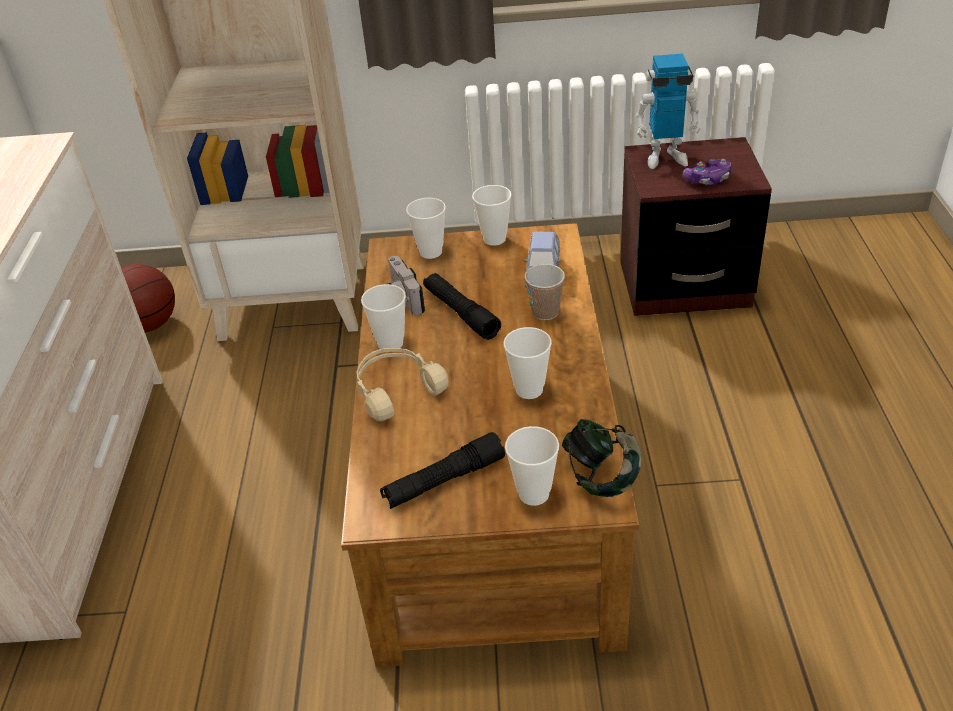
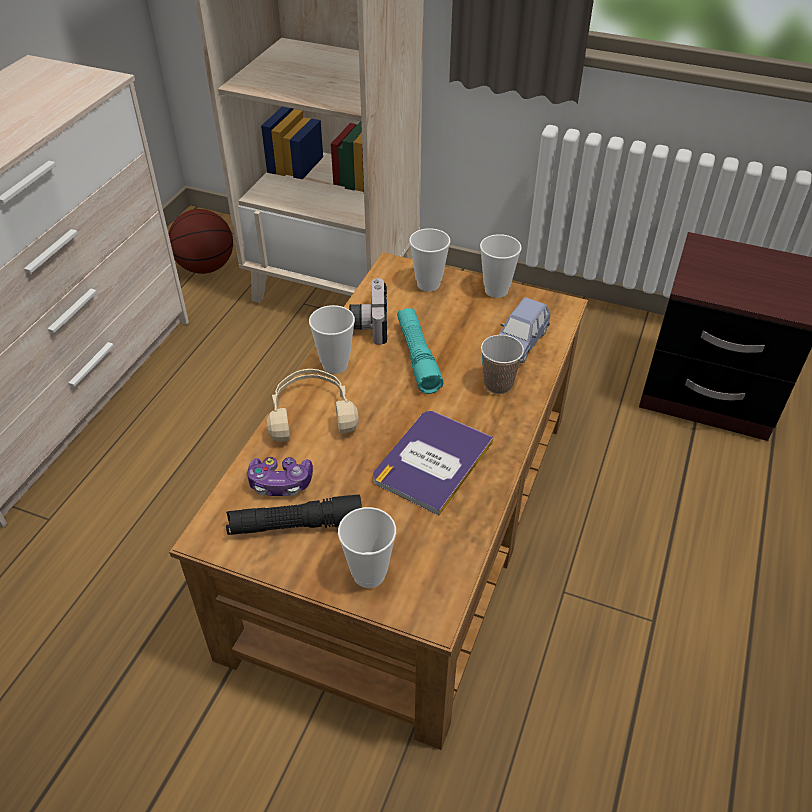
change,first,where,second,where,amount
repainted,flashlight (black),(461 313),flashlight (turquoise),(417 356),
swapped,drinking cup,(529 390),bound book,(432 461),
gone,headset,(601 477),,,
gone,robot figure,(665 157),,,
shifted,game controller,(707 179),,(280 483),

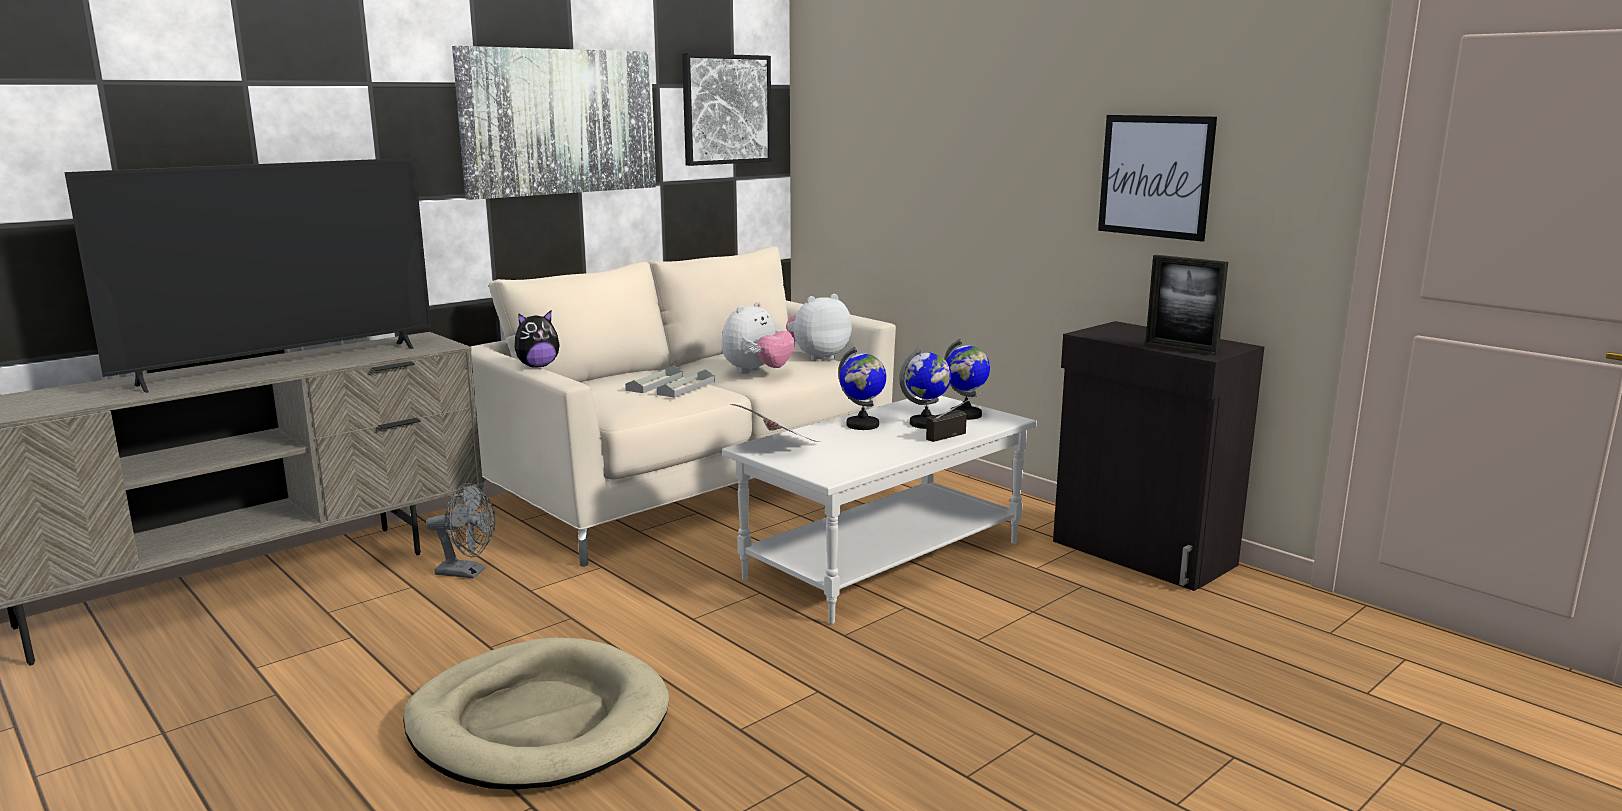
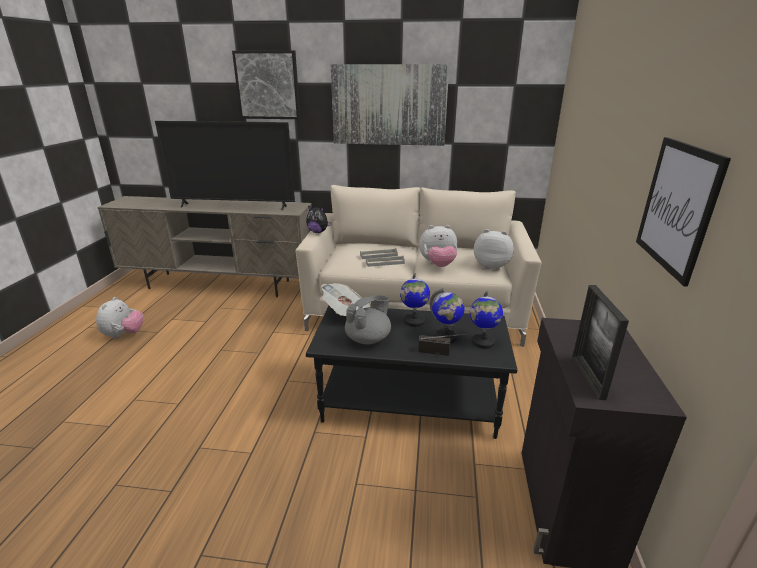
change,first,where,second,where,amount
gone,dog cushion (beige),(539 722),,,
gone,cooling fan (greyish),(467 572),,,
shifted,picture,(726 109),,(267 85),
repainted,low table (white),(883 559),low table (black),(410 401),
new,,,plush toy,(124 335),
new,,,teapot (greyish),(368 339),

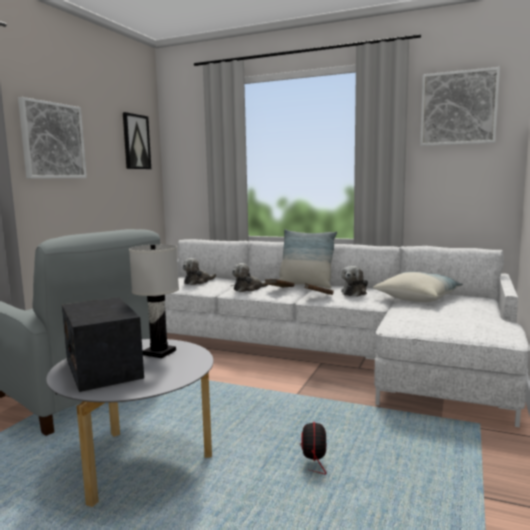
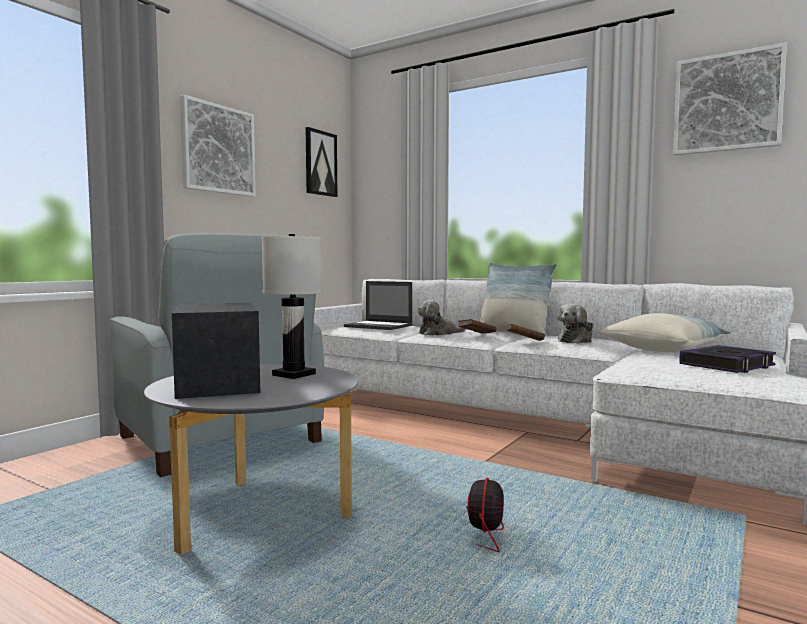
change,first,where,second,where,amount
swapped,plush toy,(198 282),notebook computer,(379 326),
new,,,bound book,(727 365),

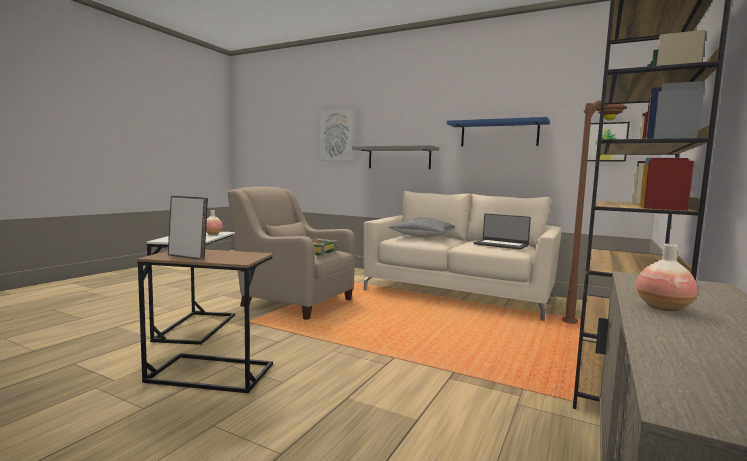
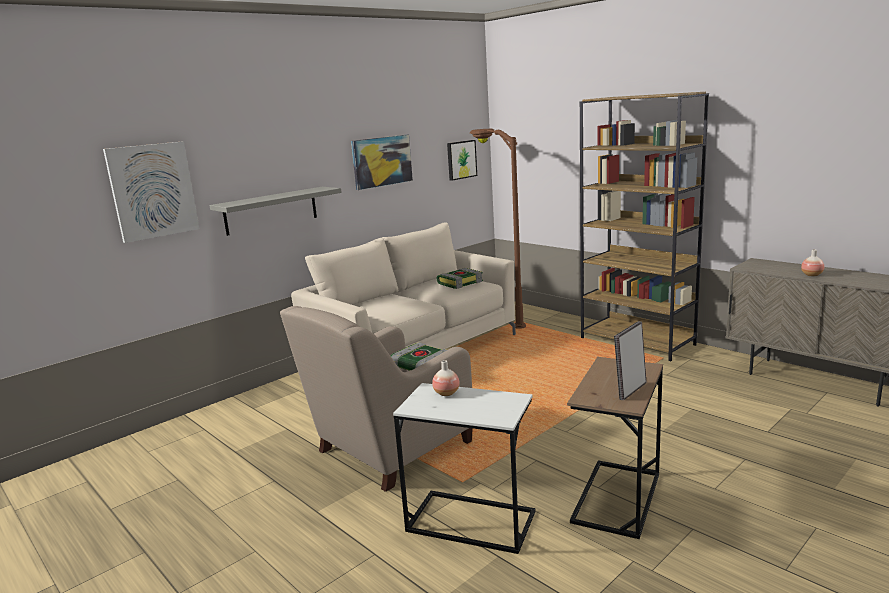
change,first,where,second,where,amount
gone,pillow (greyish),(423 236),,,
swapped,bracket shelf (bluish),(499 134),picture,(382 161),
swapped,notebook computer,(501 245),bound book,(460 283),

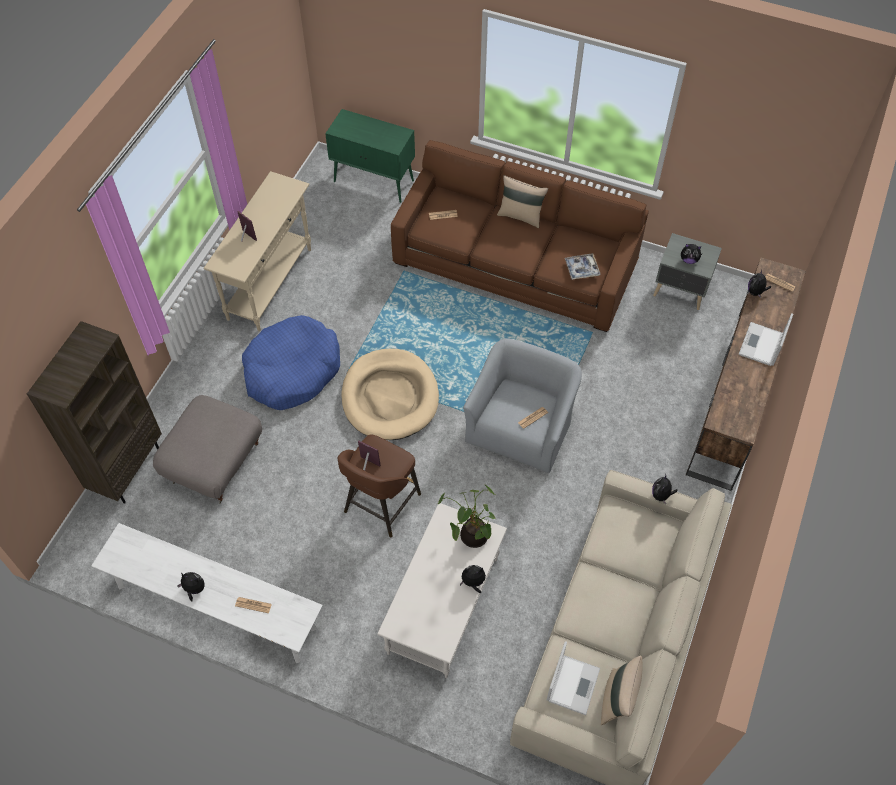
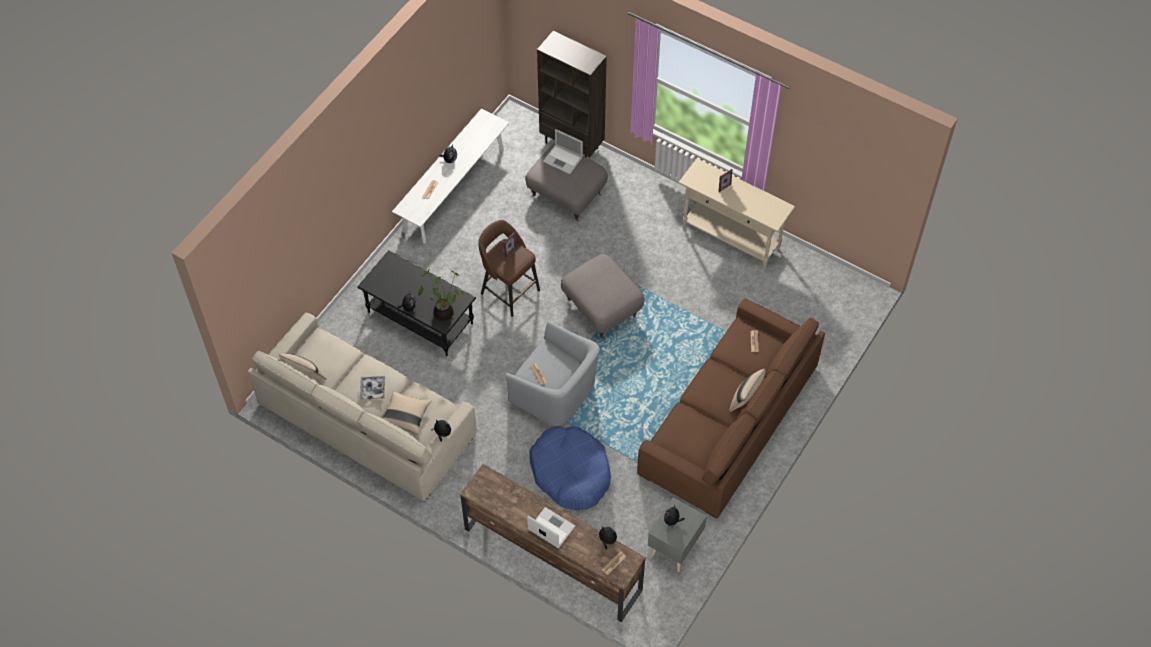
change,first,where,second,where,amount
shifted,dog cushion (bluish),(292 371),,(571 473),
gone,storage cabinet (green),(374 181),,,
swapped,dog cushion (beige),(390 397),pouffe (greyish),(602 308),
repainted,low table (white),(444 606),low table (black),(419 318),
shifted,notebook computer,(573 683),,(563 159),
shifted,carrying tray,(581 269),,(372 389),
new,,,pillow (beige),(406 417),

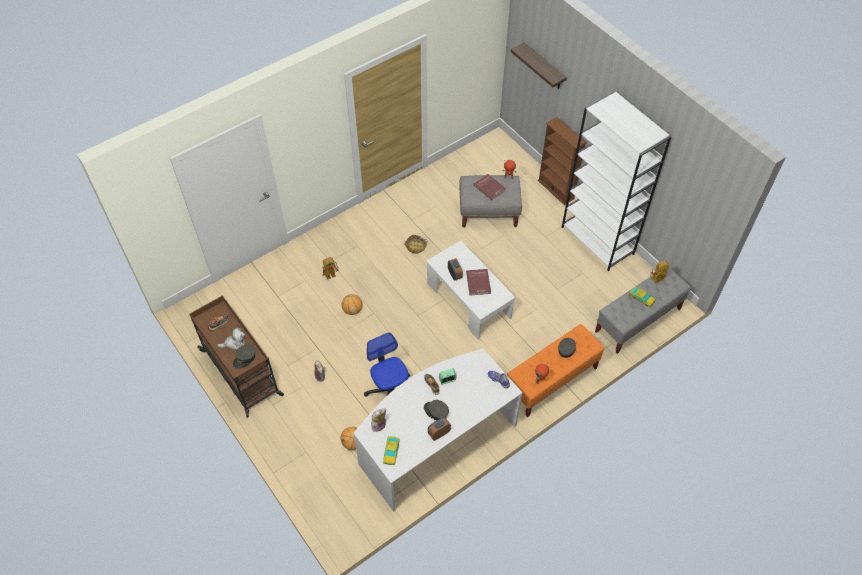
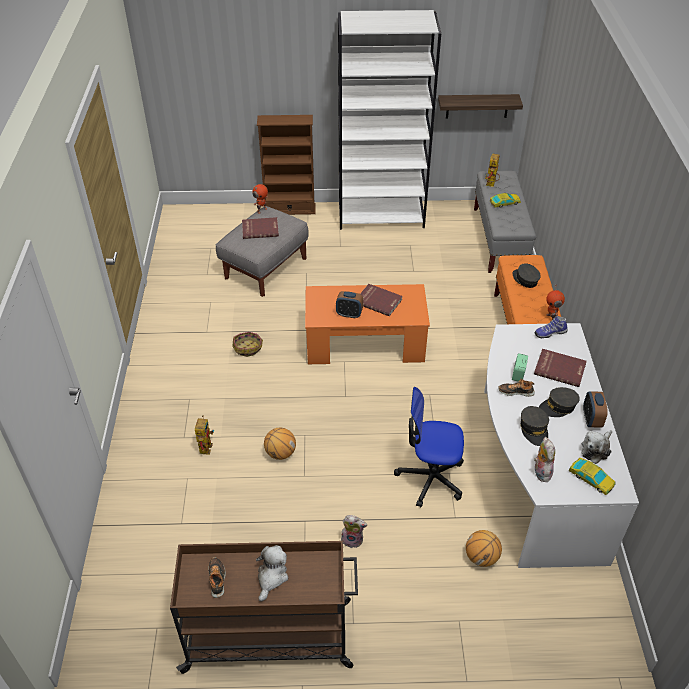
change,first,where,second,where,amount
shifted,peaked cap (greyish),(245 358),,(534 429),
repainted,low table (white),(468 300),low table (orange),(365 342),
shifted,bracket shelf,(544 67),,(477 106),
new,,,bound book (red),(560 369),
new,,,plush toy,(596 449),

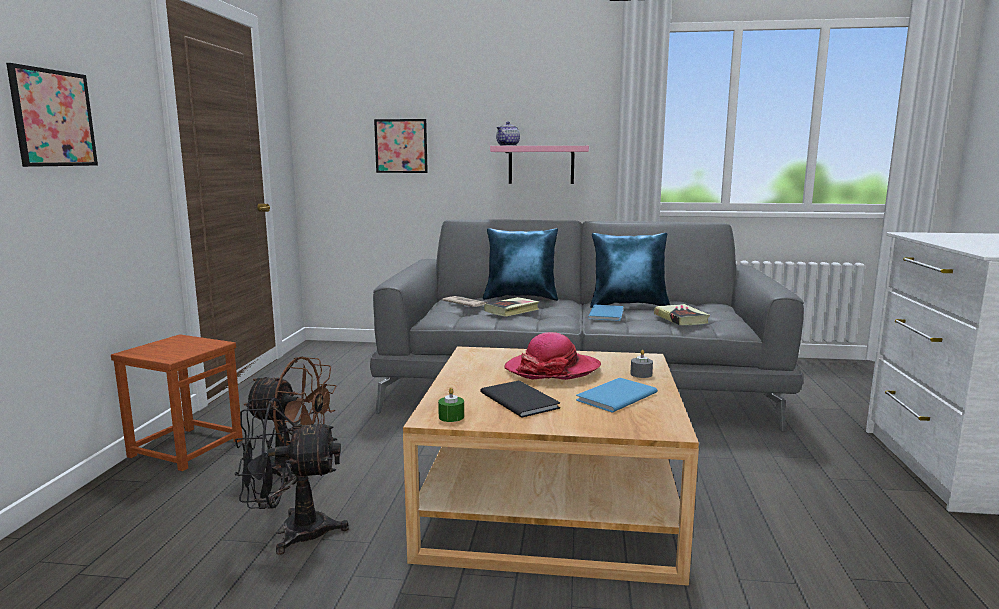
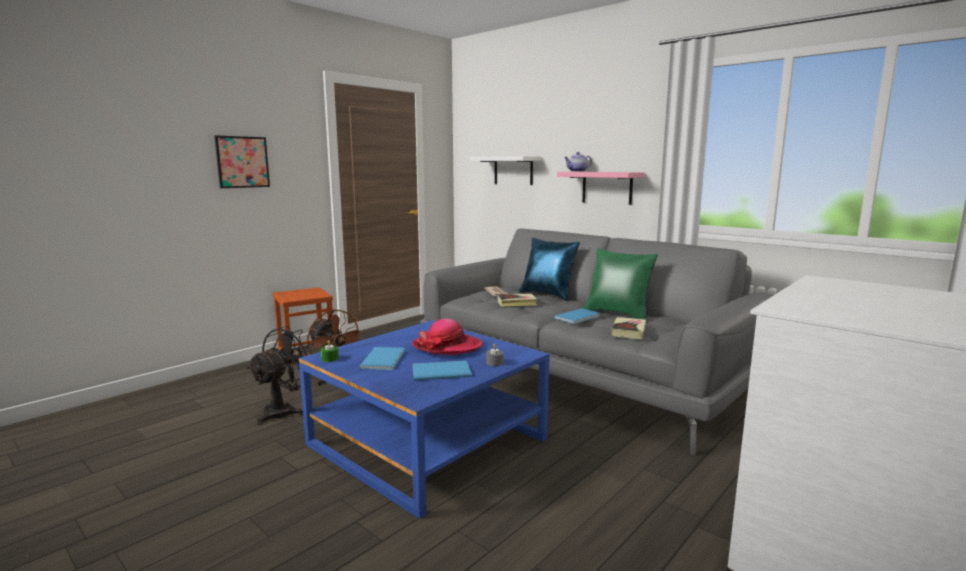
change,first,where,second,where,amount
rotated,cooling fan (black),(292 533),,(284 411),90 degrees clockwise
swapped,picture,(401 146),bracket shelf (white),(513 170),
repainted,low table (beige),(551 502),low table (bluish),(427 442),
repainted,bound book (black),(520 399),bound book (bluish),(385 359),
repainted,pillow (bluish),(628 305),pillow (green),(618 314),

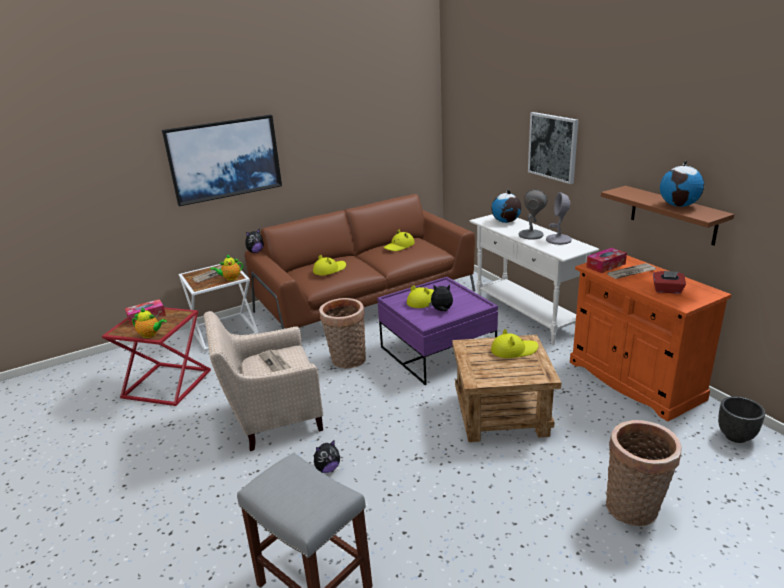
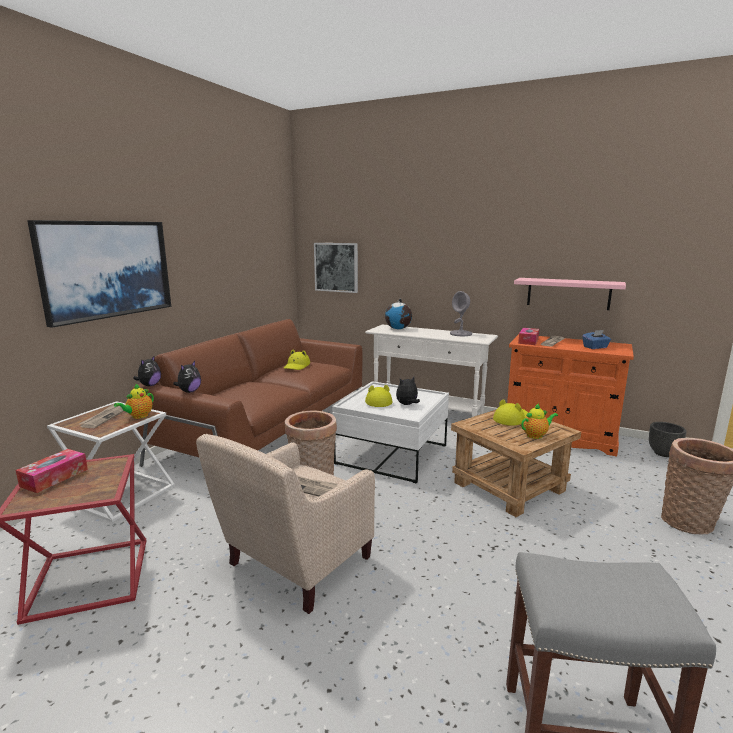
change,first,where,second,where,amount
shifted,teapot,(151 335),,(536 435),
gone,clothing hat (yellowish),(329 270),,,
shifted,plush toy,(327 468),,(189 391),
repainted,low table (purplish),(437 352),low table (white),(391 454),
gone,lamp for a table (greyish),(530 235),,,
shifted,picture,(553 147),,(336 267),
repainted,bracket shelf (brown),(673 215),bracket shelf (pink),(568 293),
repainted,box of tissues (red),(667 290),box of tissues (bluish),(595 347),
gone,world globe,(679 205),,,

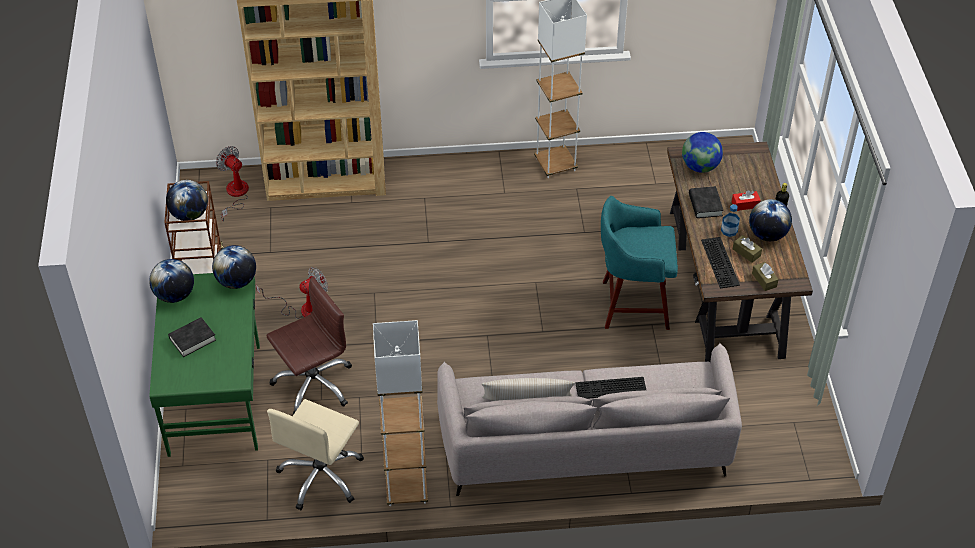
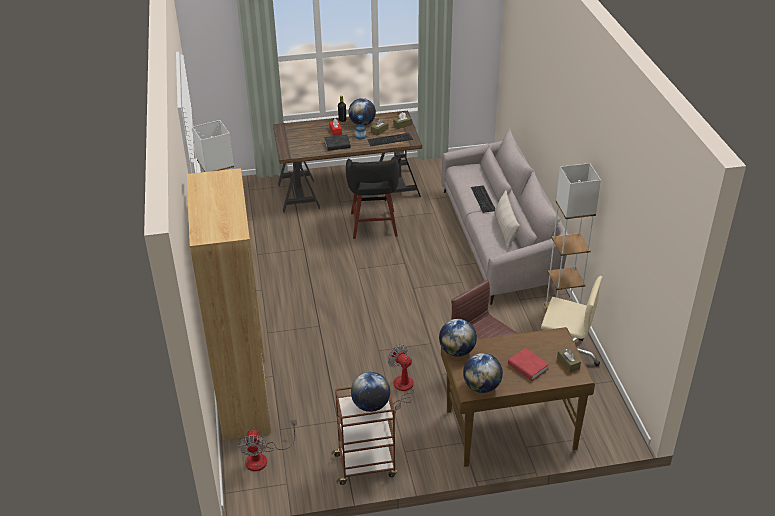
change,first,where,second,where,amount
repainted,desk table (green),(216 398),desk table (brown),(509 429),
repainted,bound book (black),(192 339),bound book (red),(527 367),
rotated,cooling fan,(235 195),,(263 458),45 degrees counterclockwise
repainted,stool seat (turquoise),(632 305),stool seat (black),(373 225),
gone,world globe,(700 166),,,
new,,,box of tissues (brown),(568 363),

